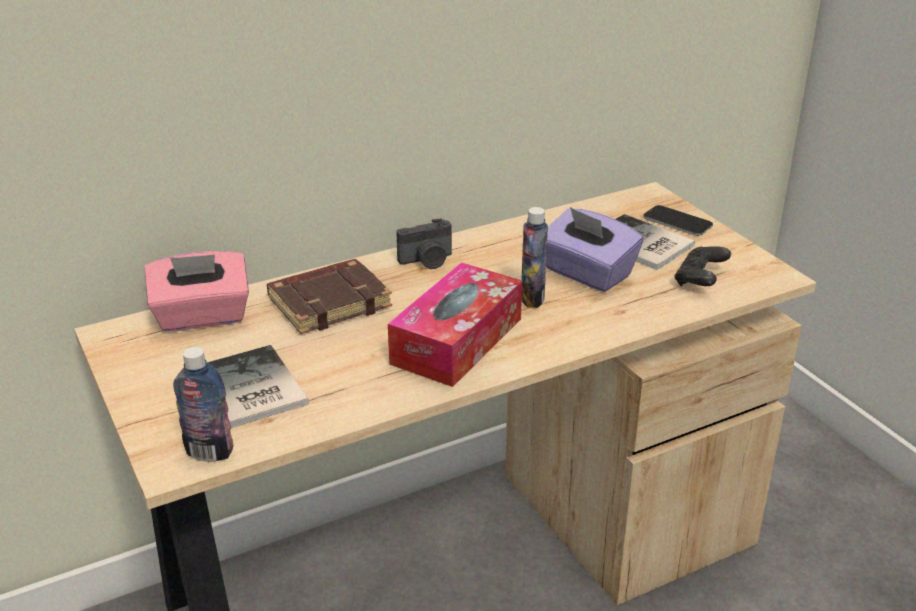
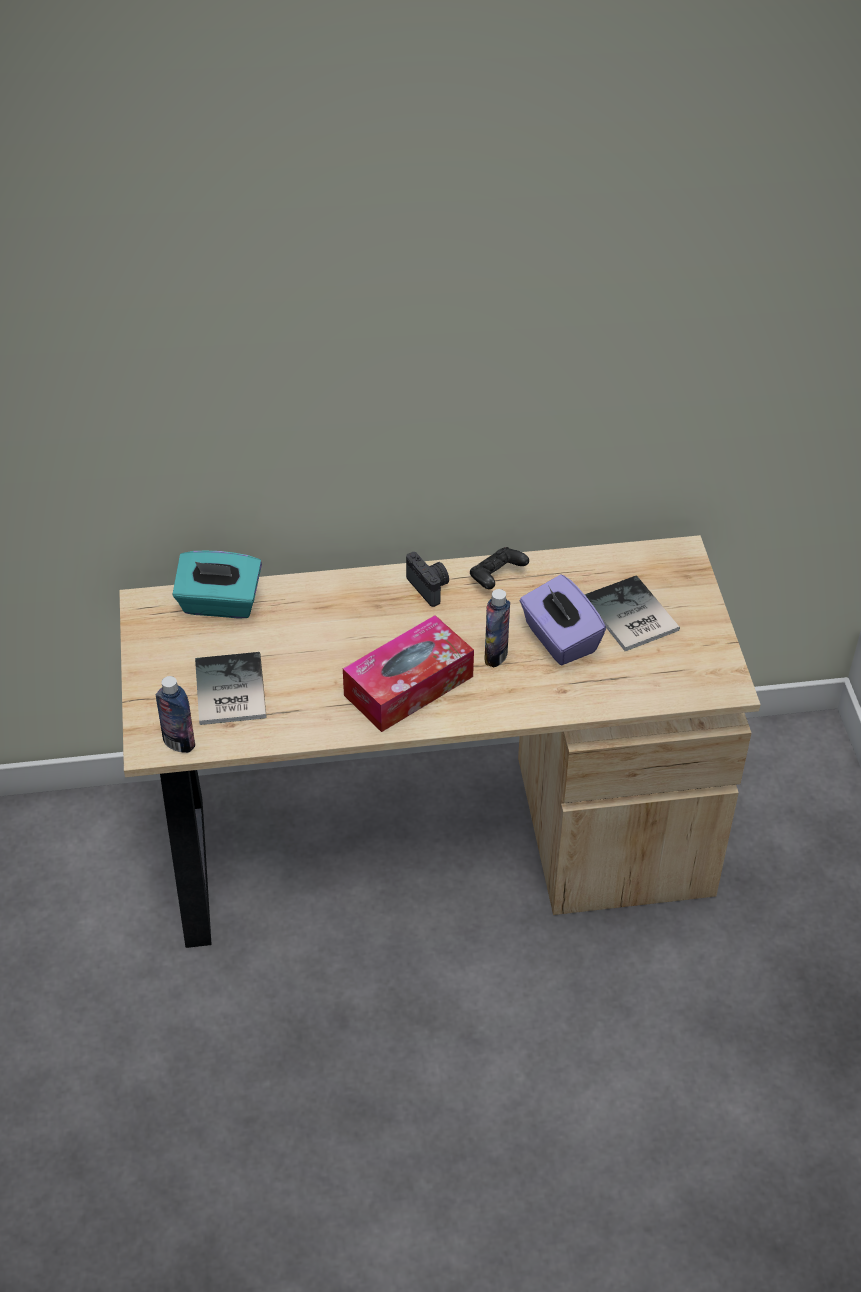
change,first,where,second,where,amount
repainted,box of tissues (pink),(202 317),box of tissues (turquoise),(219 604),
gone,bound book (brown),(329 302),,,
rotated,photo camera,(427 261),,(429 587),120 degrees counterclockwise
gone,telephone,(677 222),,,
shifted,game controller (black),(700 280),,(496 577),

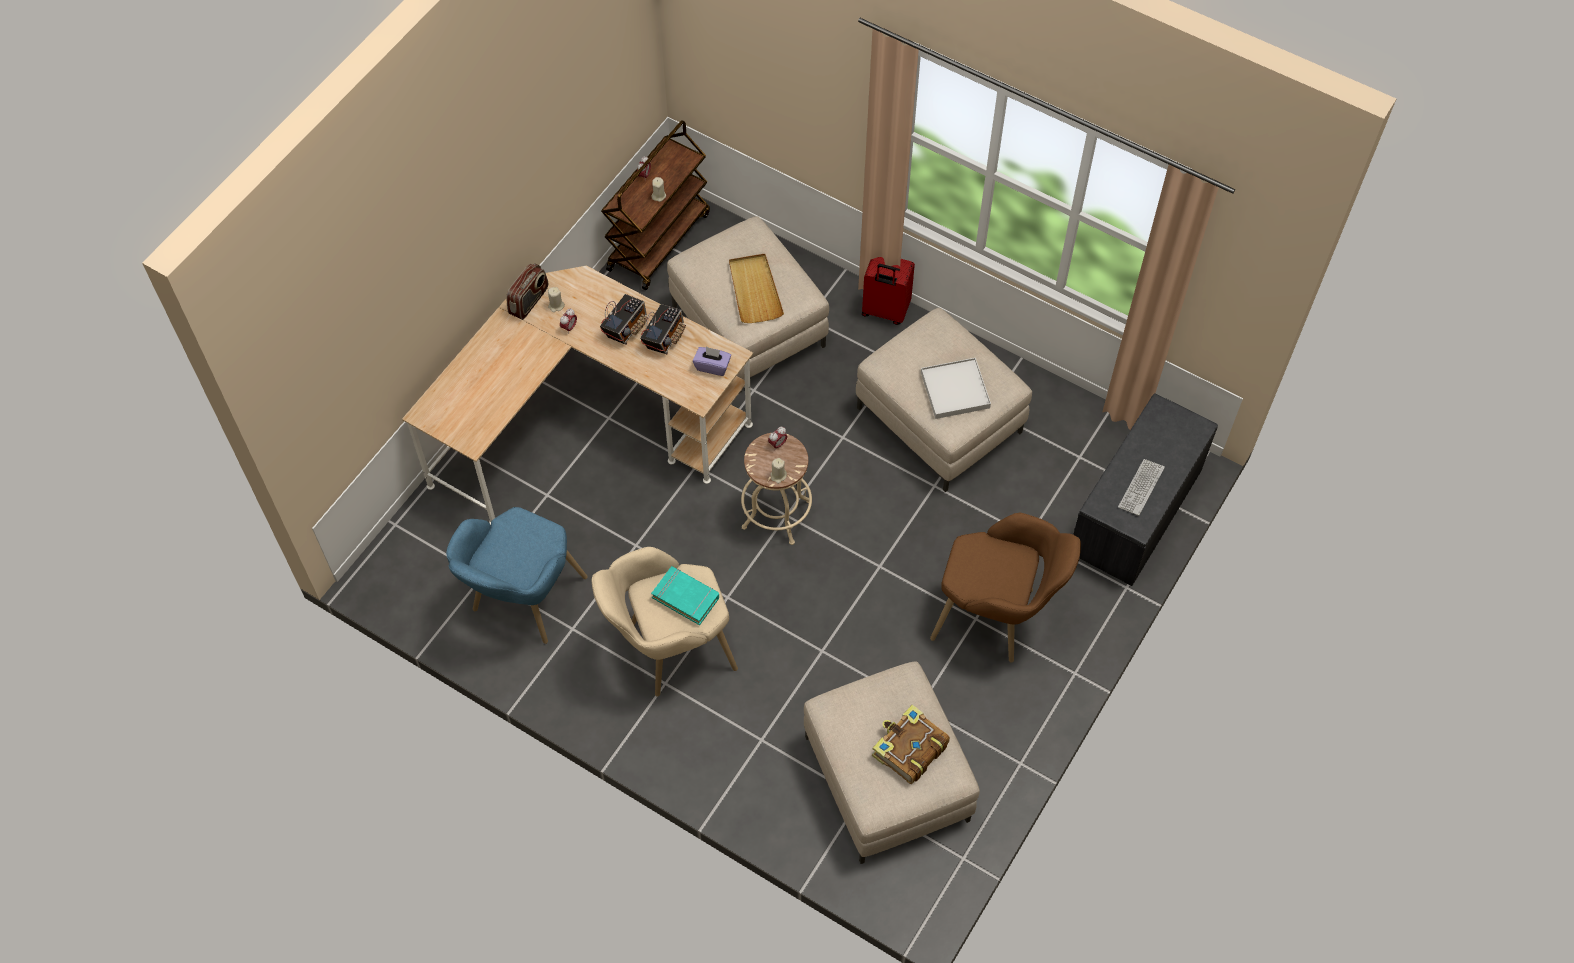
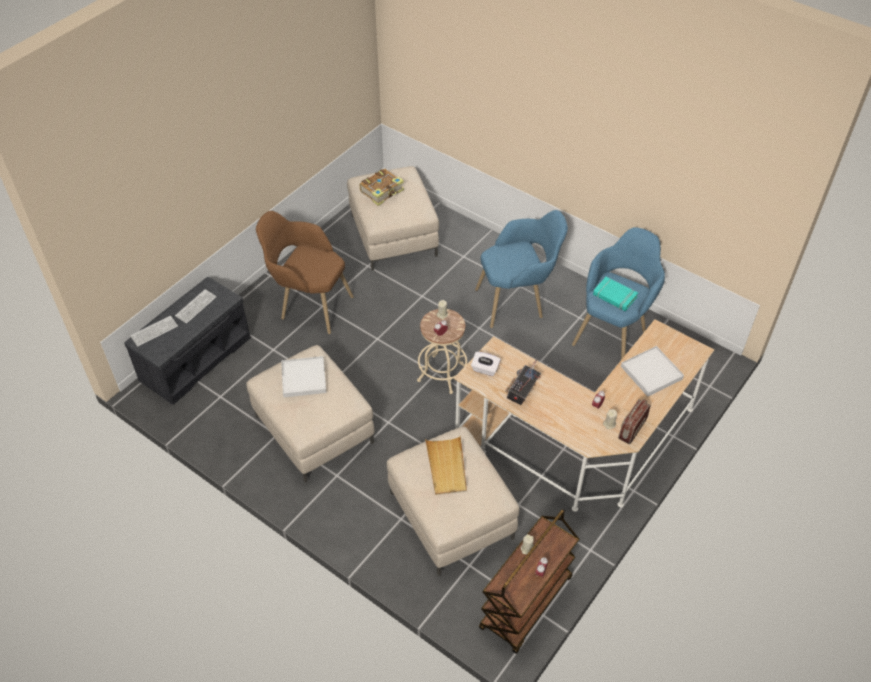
change,first,where,second,where,amount
repainted,lounge chair (beige),(668 651),lounge chair (bluish),(518 301),
gone,radio receiver,(626 328),,,
shifted,bound book (turquoise),(686 597),,(614 296),
repainted,box of tissues (purplish),(712 366),box of tissues (white),(485 369),
gone,suitcase (red),(885 311),,,
new,,,PC keyboard,(154 331),
new,,,carrying tray (white),(651 373),

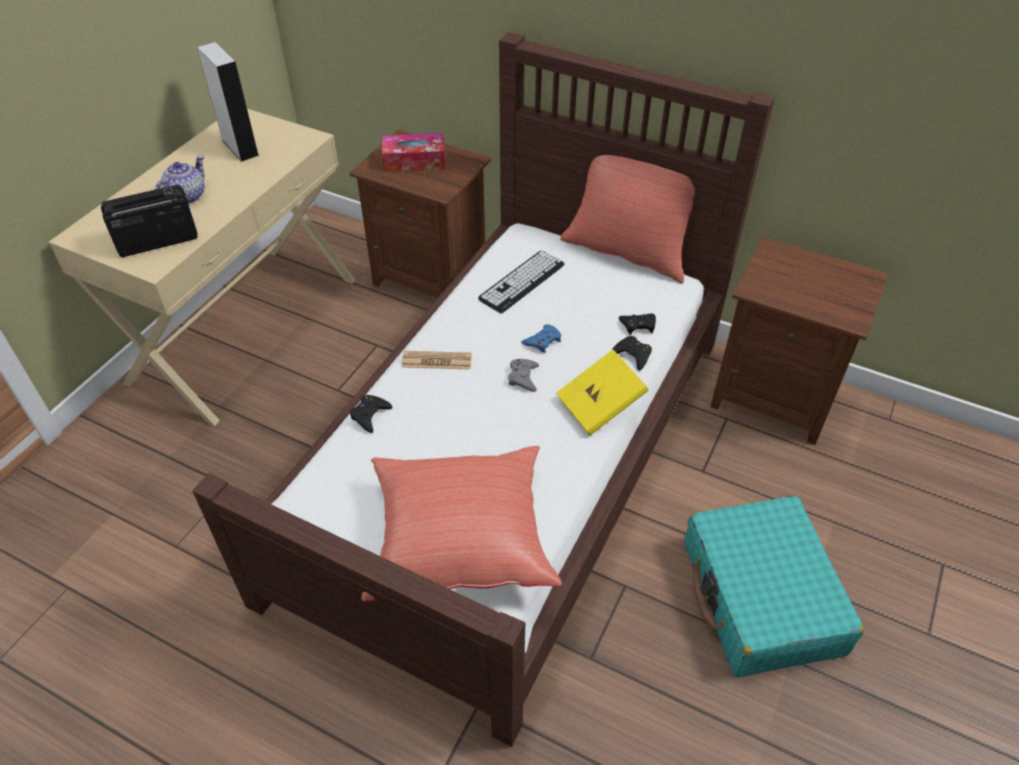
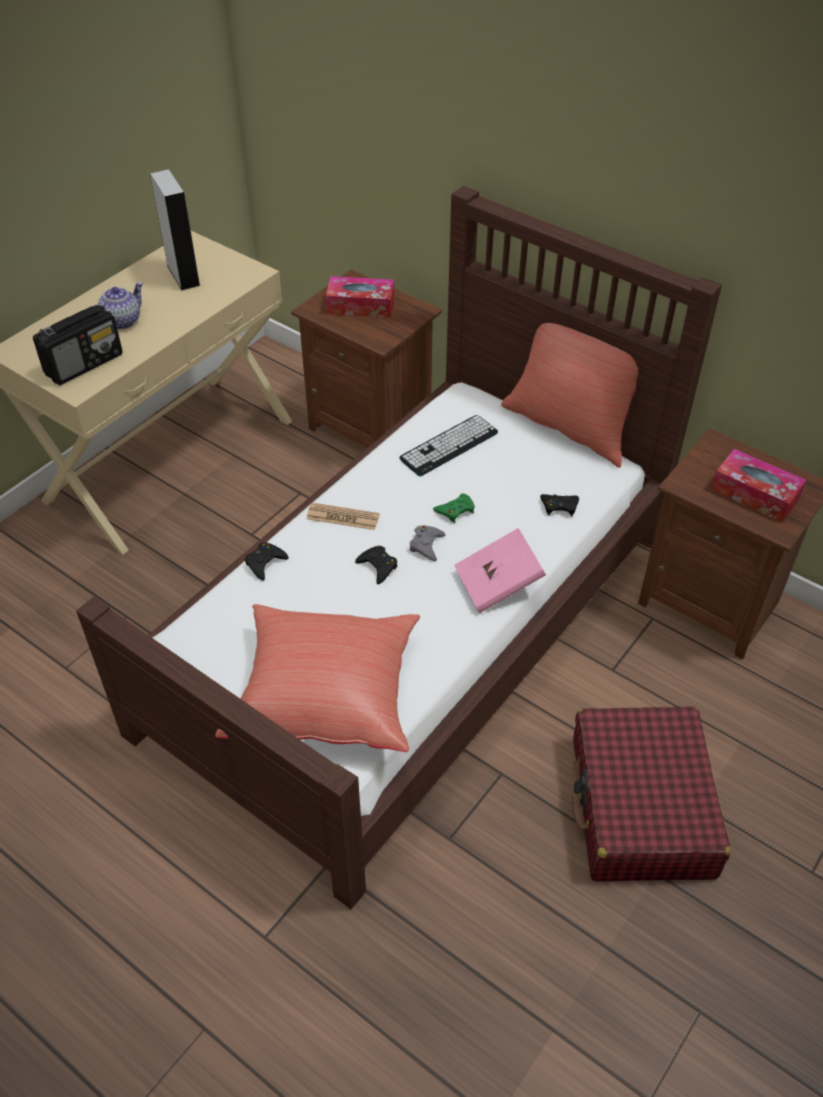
change,first,where,second,where,amount
rotated,radio receiver,(156 241),,(85 364),150 degrees clockwise
repainted,game controller (bluish),(543 341),game controller (green),(455 510),
repainted,bound book (yellowish),(600 405),bound book (pink),(498 584),
shifted,game controller (black),(632 355),,(378 566),
repainted,suitcase (turquoise),(761 598),suitcase (red),(641 807),
new,,,box of tissues,(755 494),

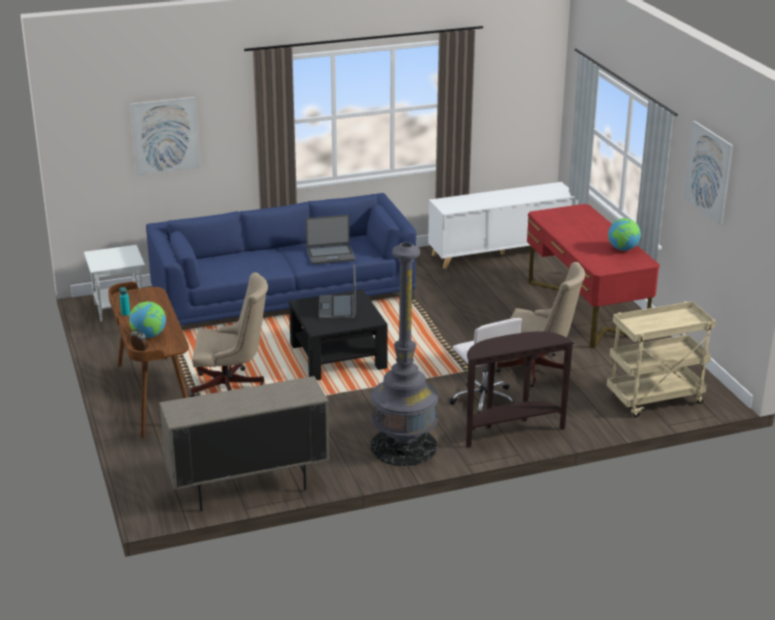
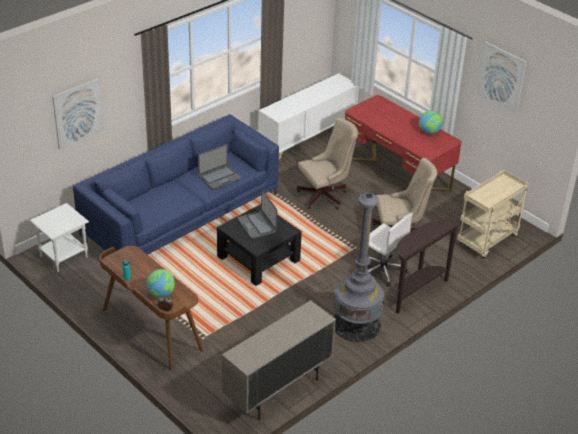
change,first,where,second,where,amount
shifted,desk chair (beige),(231 388),,(325 196),

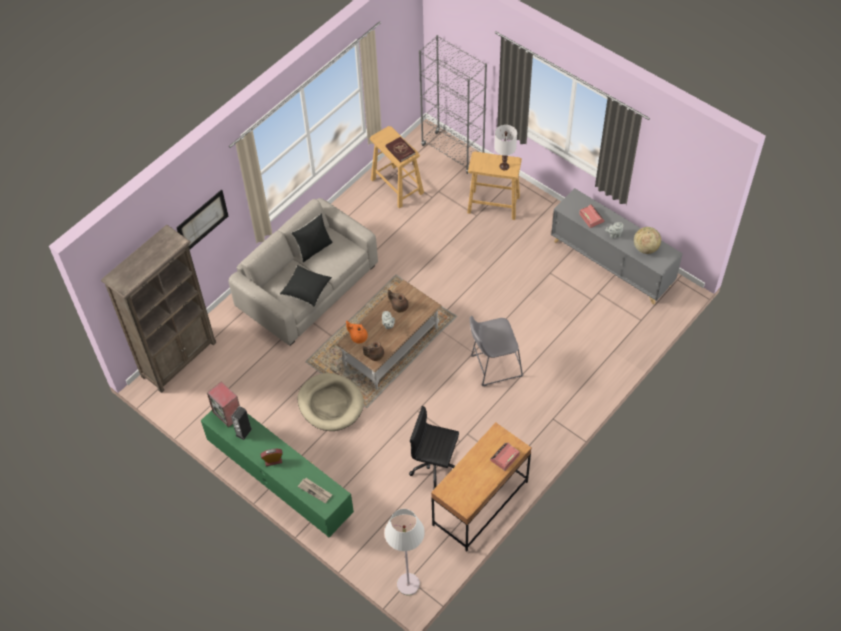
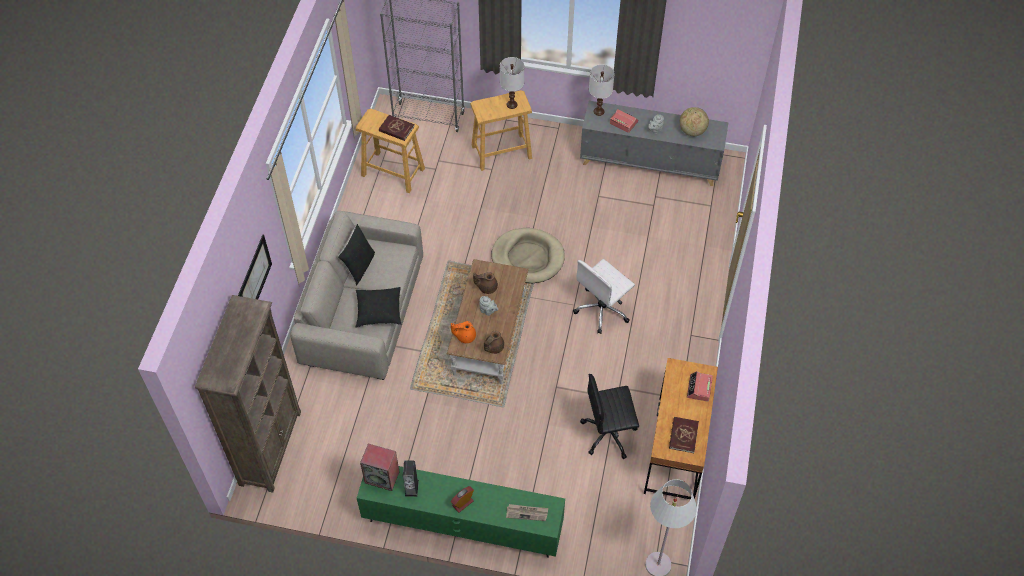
change,first,where,second,where,amount
shifted,dog cushion (beige),(330 403),,(528 257),
swapped,stool seat (greyish),(493 366),desk chair (white),(602 309),
new,,,lamp for a table (white),(599 111),
new,,,bound book (red),(683 435),

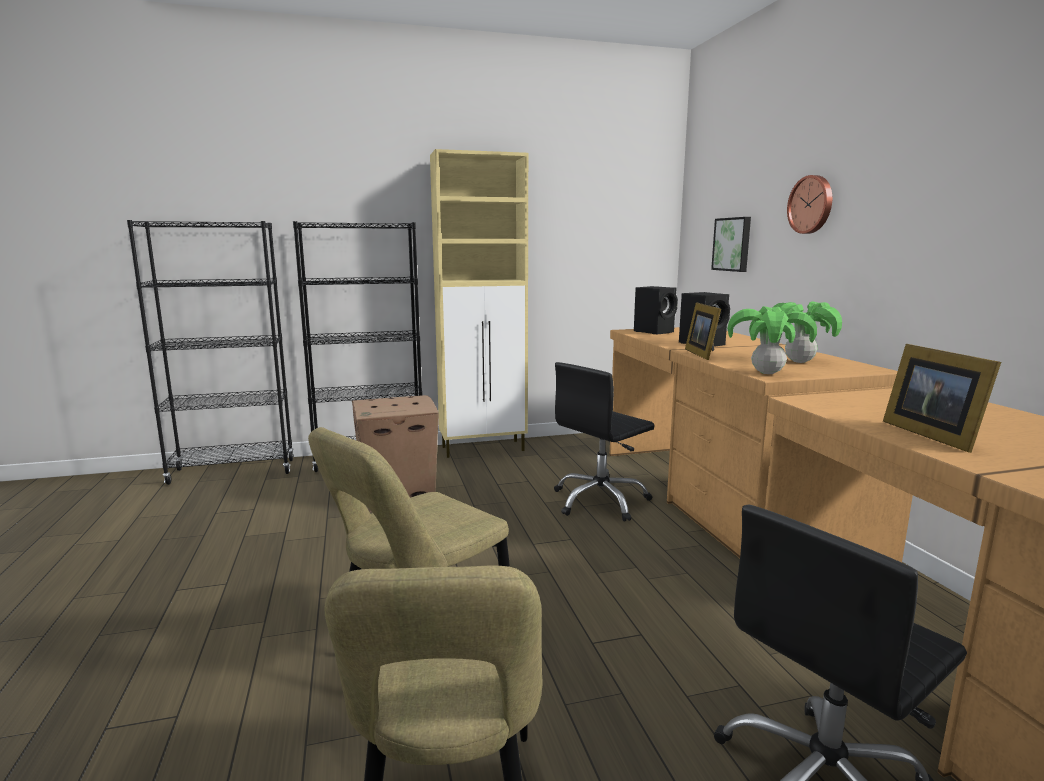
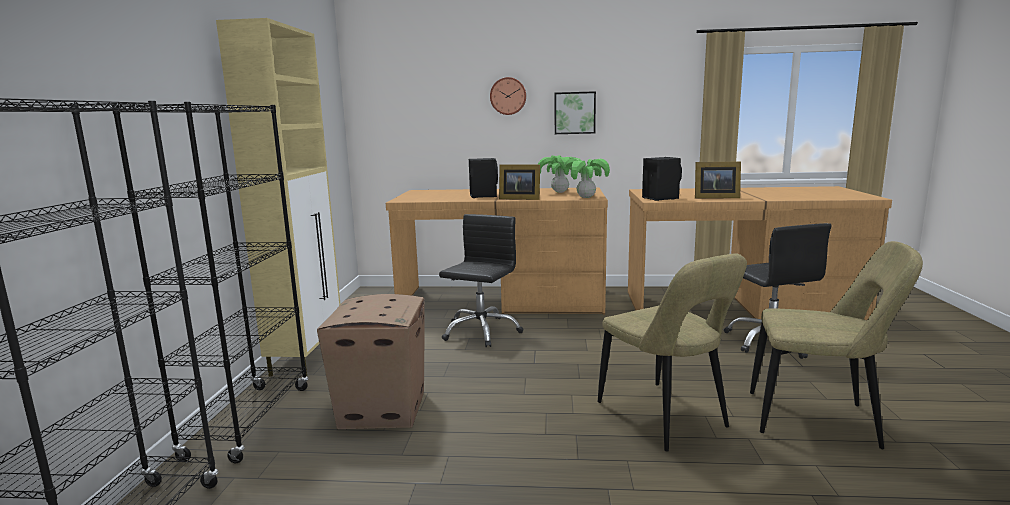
change,first,where,second,where,amount
rotated,desk chair (black),(600 501),,(481 331),135 degrees counterclockwise
shifted,audio speaker (black),(655 331),,(660 198),
shifted,picture,(733 244),,(574 113),

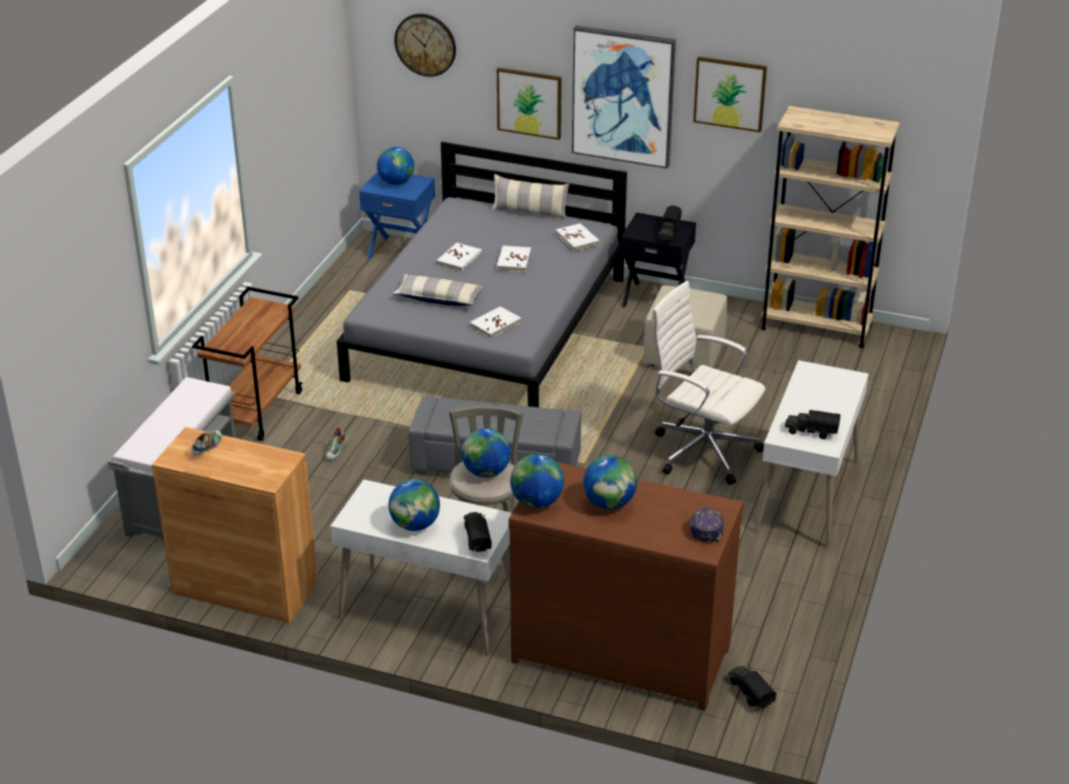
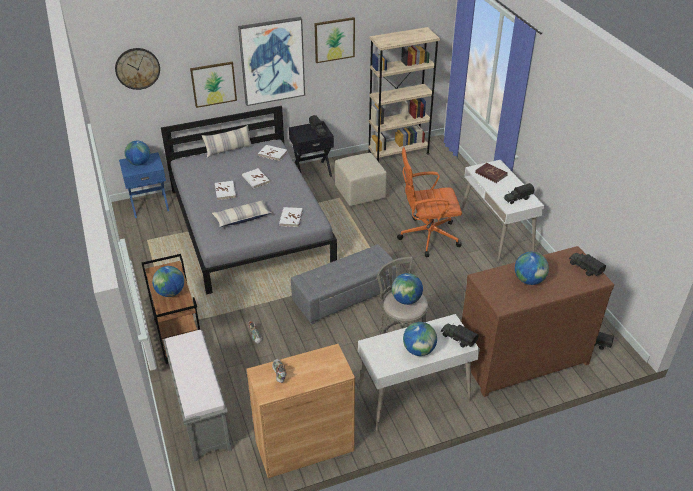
change,first,where,second,where,amount
shifted,world globe,(536 502),,(170 292),
repainted,desk chair (white),(702 450),desk chair (orange),(427 236),
swapped,peaked cap,(706 529),toy lorry,(584 268),
new,,,bound book (red),(491 174),

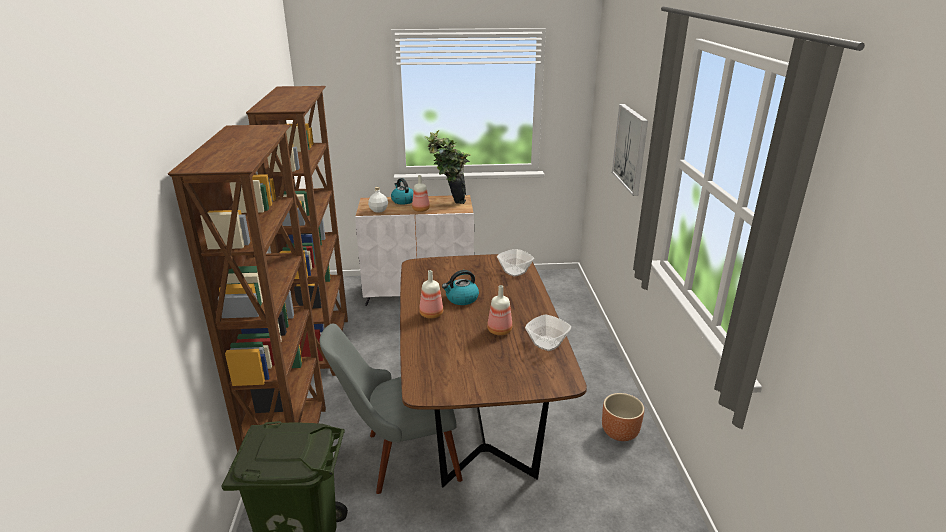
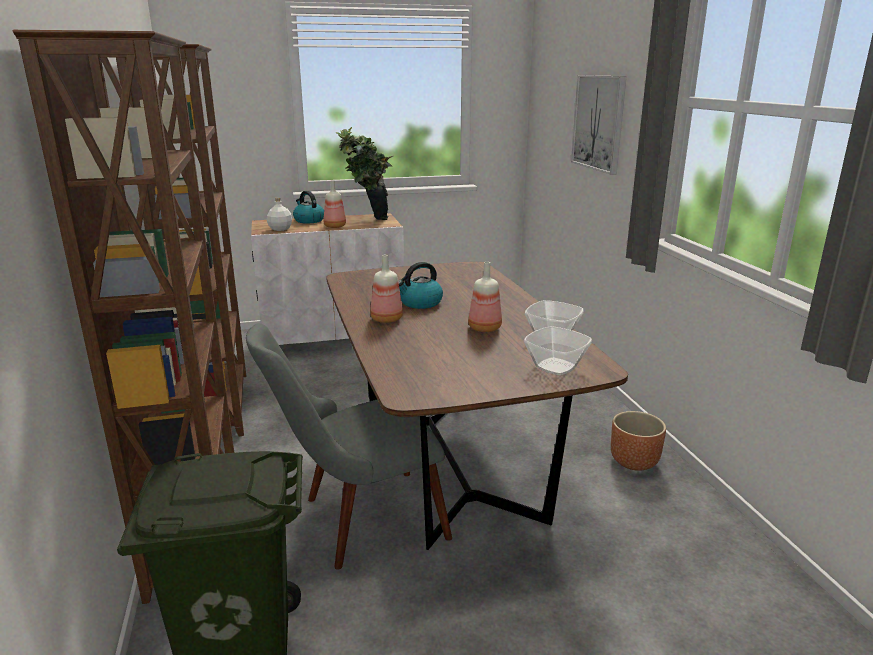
change,first,where,second,where,amount
shifted,serving bowl,(514 272),,(556 367),

